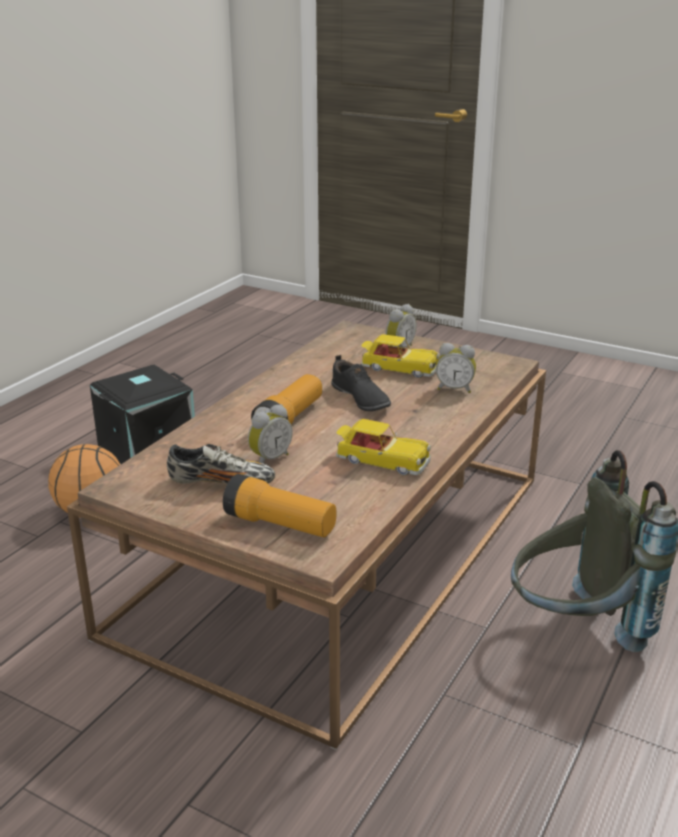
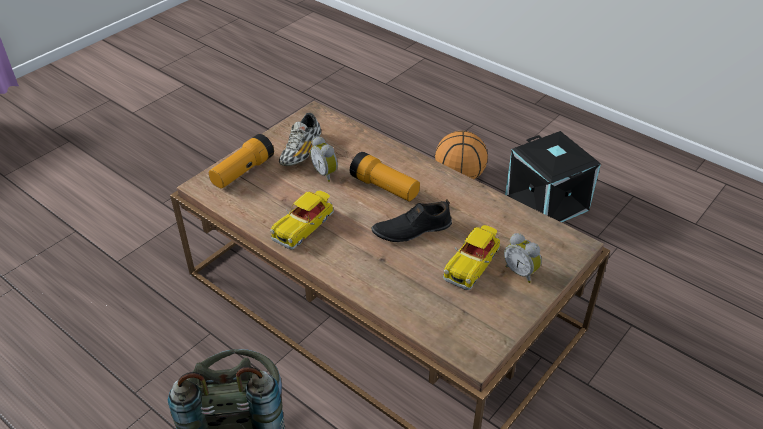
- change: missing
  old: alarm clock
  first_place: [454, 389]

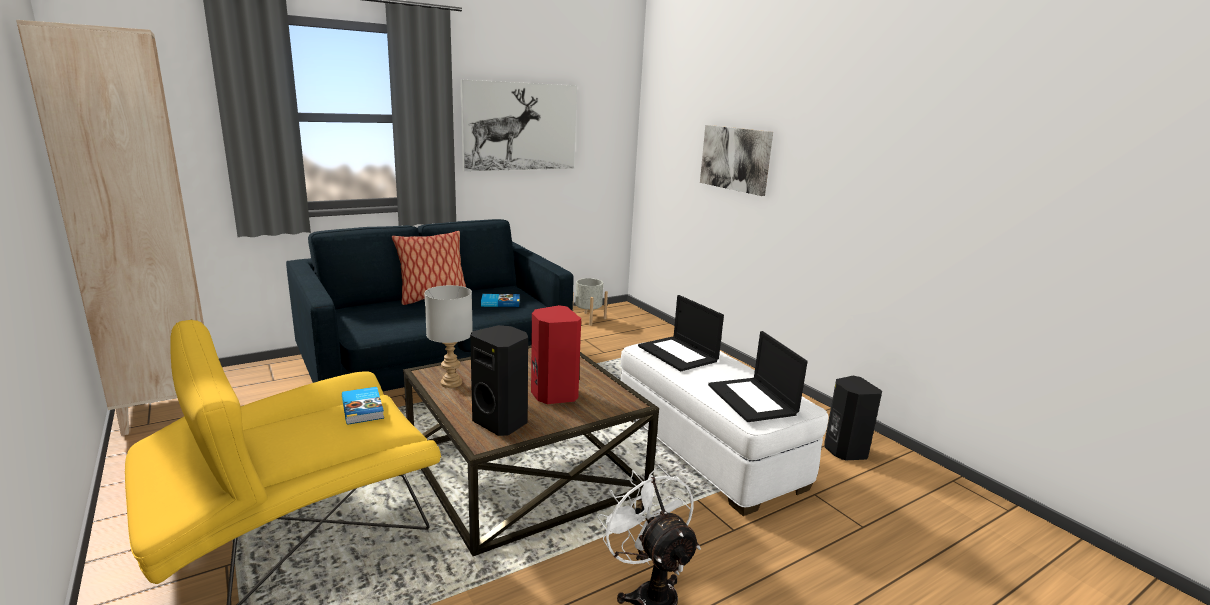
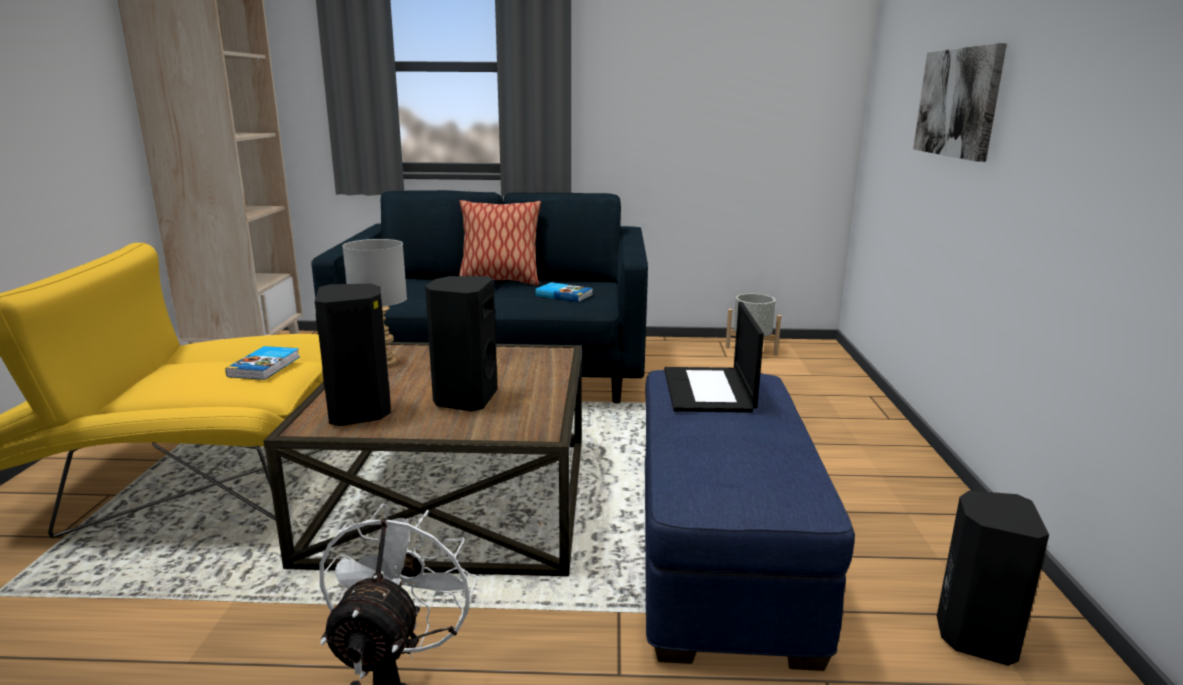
- change: missing
  old: wall art
  first_place: [520, 126]
- change: colour
  old: speaker (red)
  new: speaker (black-coloured)
  first_place: [553, 395]
  second_place: [464, 399]
- change: colour
  old: ottoman (whitish)
  new: ottoman (bluish)
  first_place: [708, 449]
  second_place: [721, 551]
- change: missing
  old: laptop
  first_place: [753, 400]

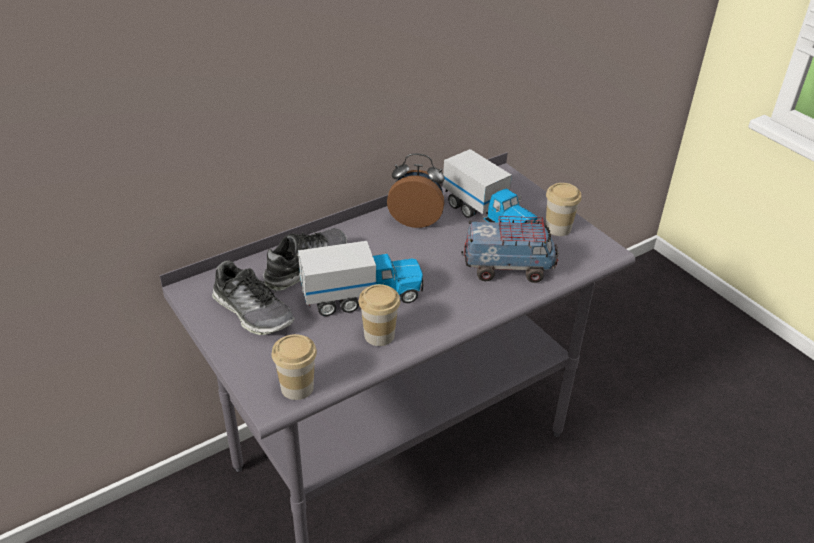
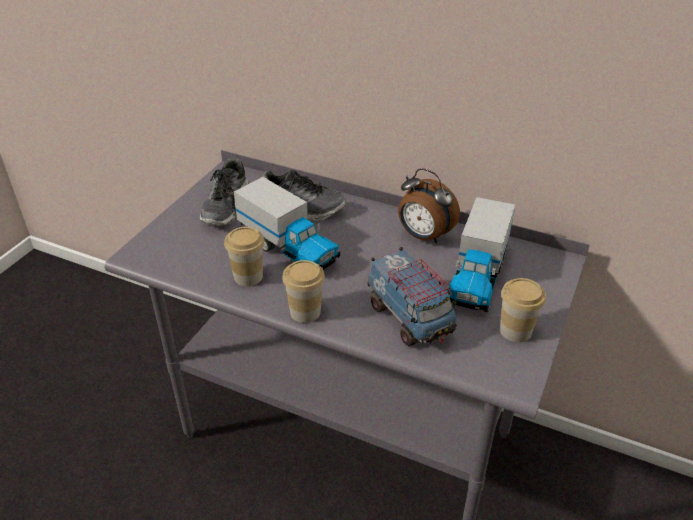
- change: relocated
  old: cup
  first_place: [297, 387]
  second_place: [305, 312]
- change: spun
  old: alarm clock
  first_place: [416, 219]
  second_place: [423, 236]
  degrees: 150

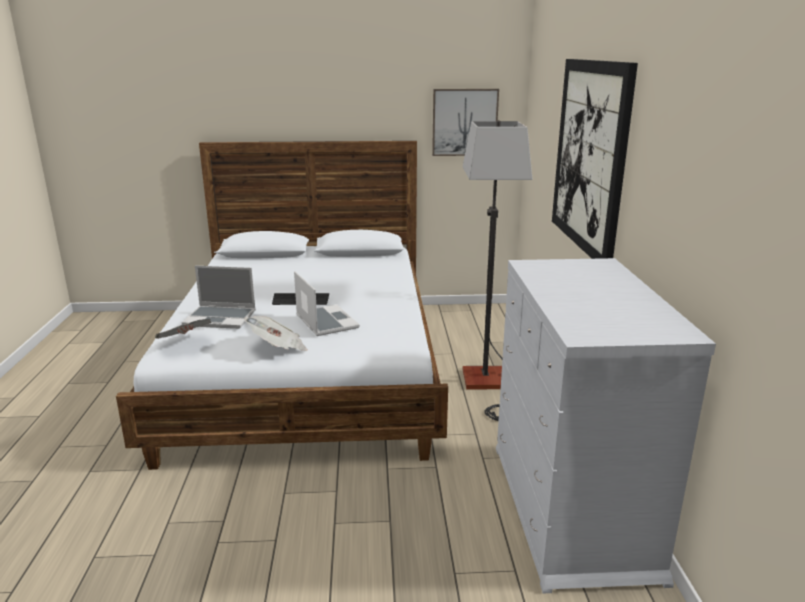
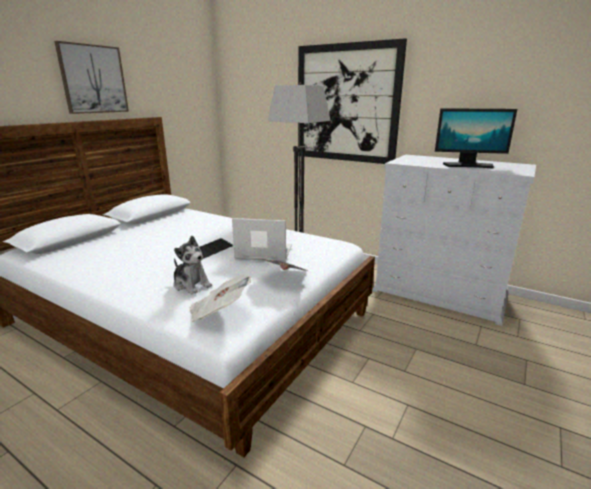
- change: exchanged
  old: laptop
  new: soft toy
  first_place: [221, 318]
  second_place: [191, 284]
- change: relocated
  old: wall art
  first_place: [464, 122]
  second_place: [93, 79]
- change: appeared
  new: computer screen
  second_place: [468, 165]

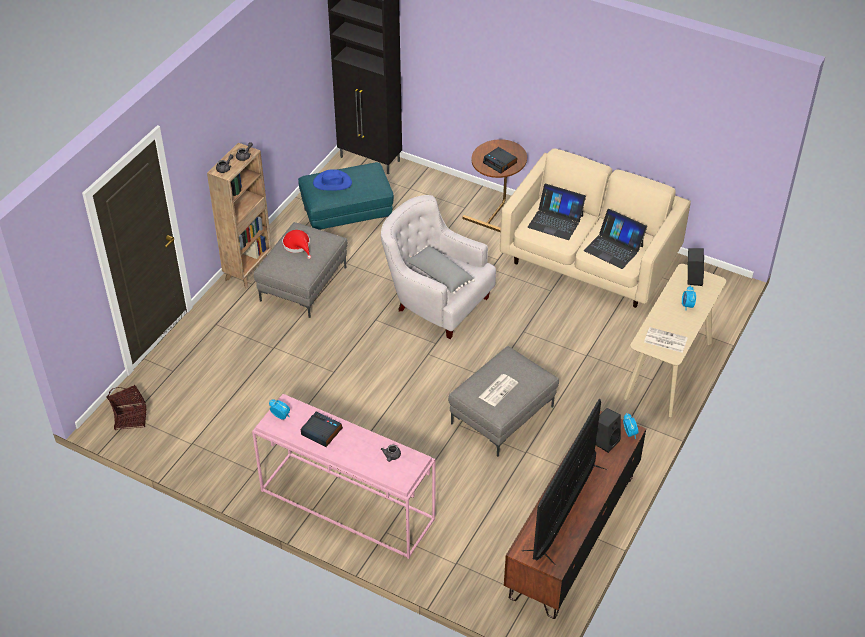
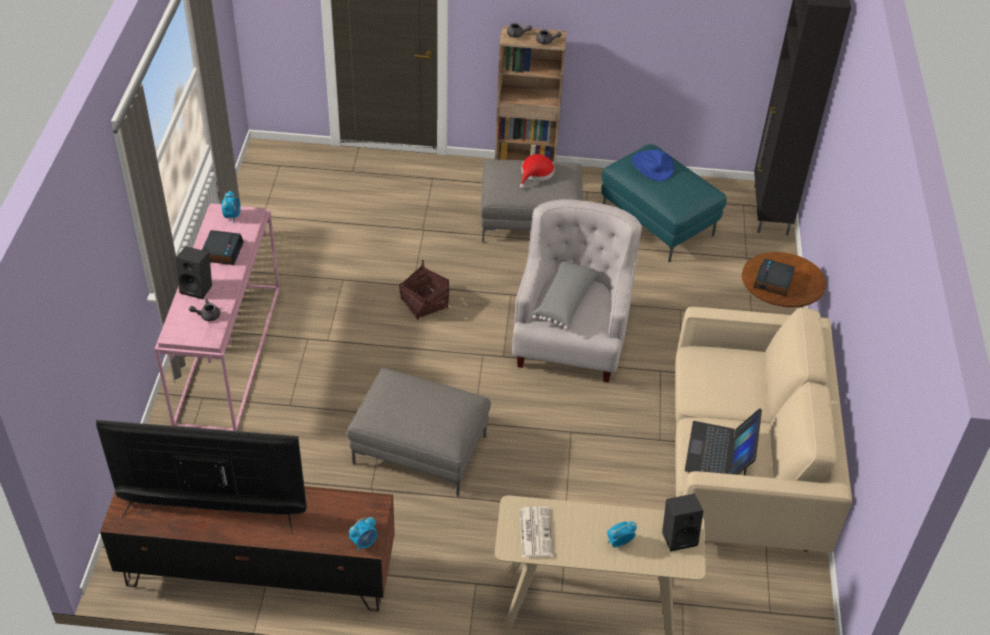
- change: relocated
  old: storage basket
  first_place: [130, 417]
  second_place: [424, 303]
- change: missing
  old: printed paper
  first_place: [498, 390]
- change: missing
  old: laptop
  first_place: [555, 221]
- change: relocated
  old: speaker (black-coloured)
  first_place: [605, 441]
  second_place: [198, 288]

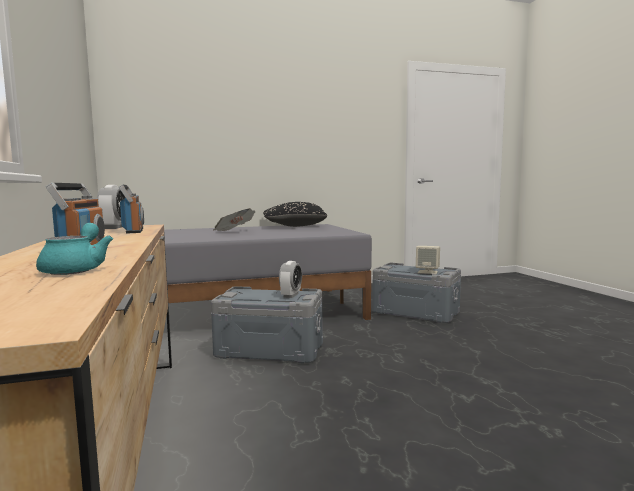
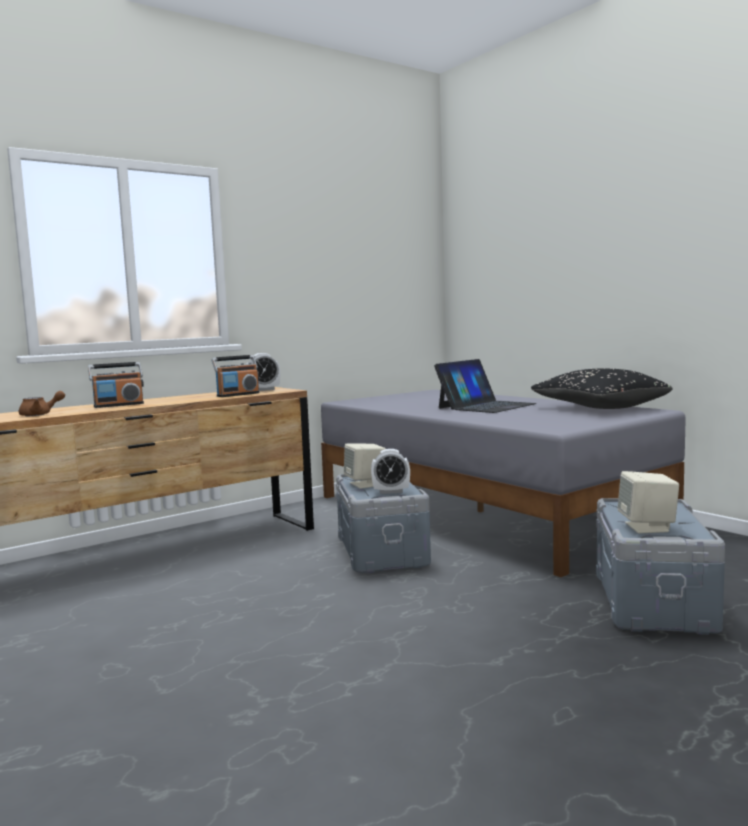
- change: colour
  old: tea pot (blue-green)
  new: tea pot (brown)
  first_place: [77, 269]
  second_place: [40, 414]
- change: exchanged
  old: printed paper
  new: laptop
  first_place: [234, 232]
  second_place: [486, 406]
- change: appeared
  new: speaker (beige-coloured)
  second_place: [366, 484]

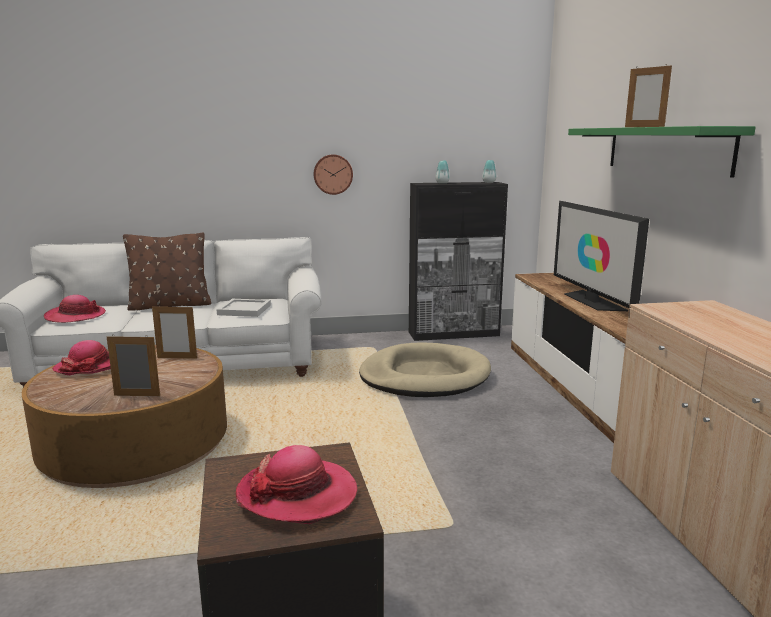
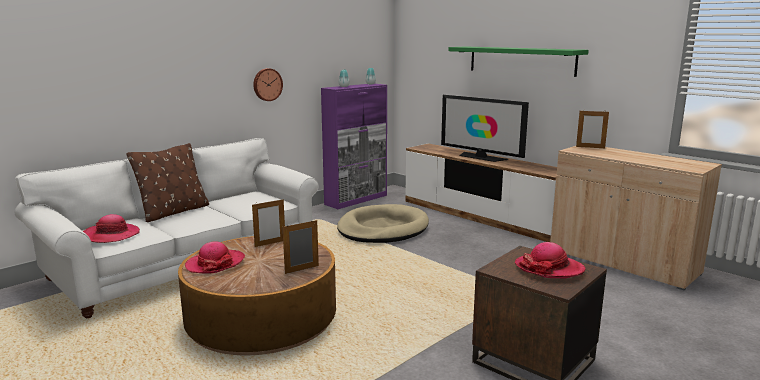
- change: missing
  old: serving tray (whitish)
  first_place: [245, 310]
- change: colour
  old: storage cabinet (black-coloured)
  new: storage cabinet (purplish)
  first_place: [454, 334]
  second_place: [356, 200]
- change: relocated
  old: standing frame
  first_place: [644, 127]
  second_place: [590, 147]

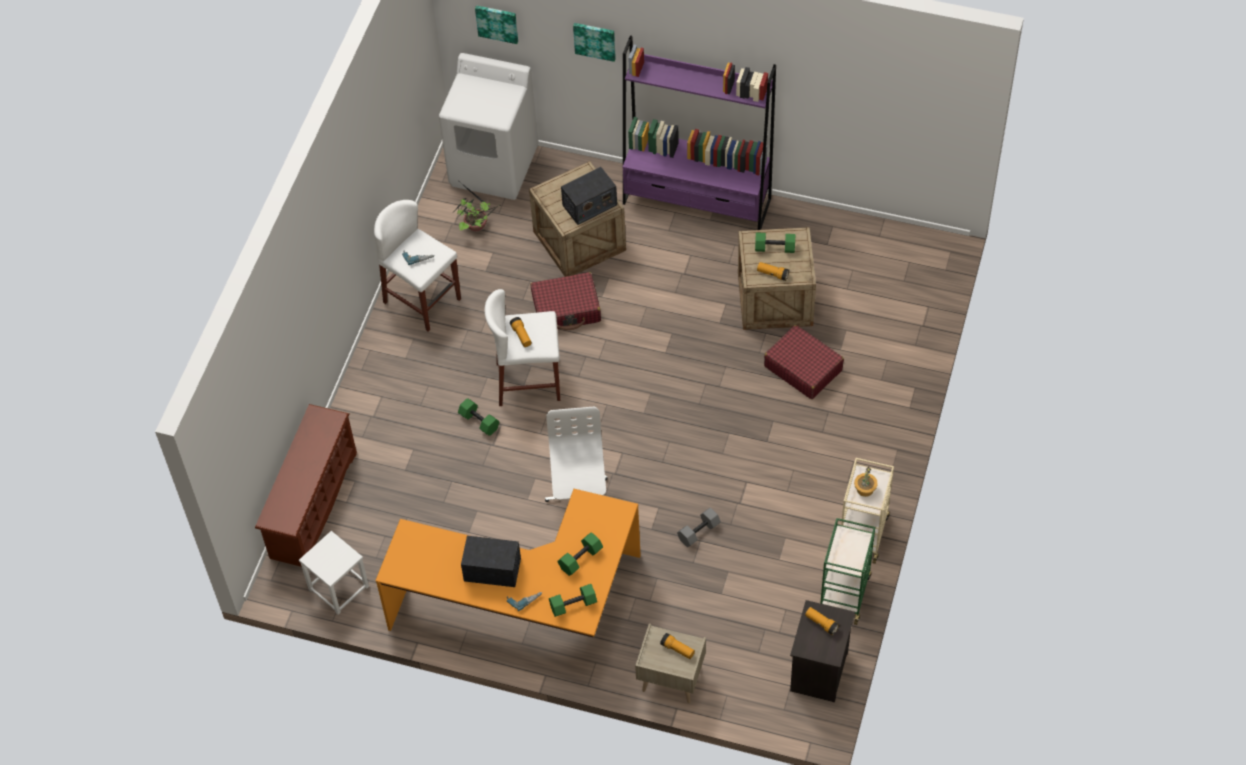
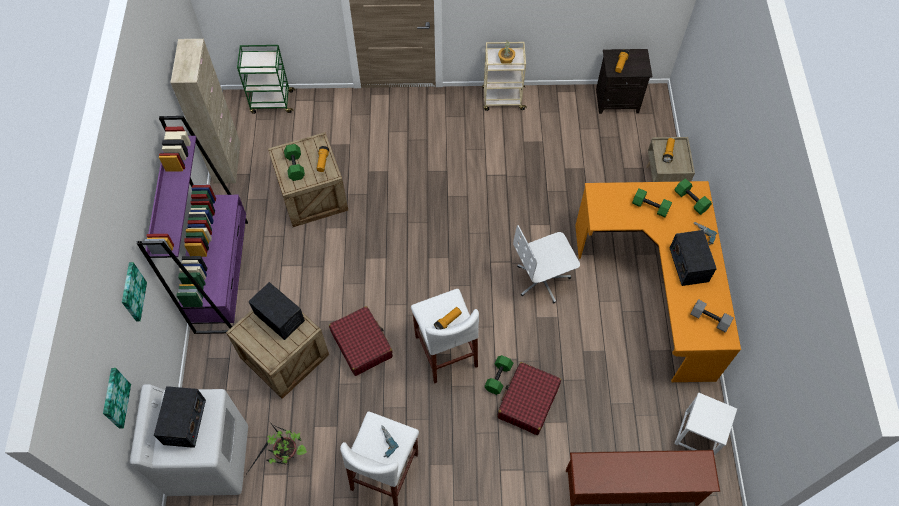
- change: relocated
  old: dumbbell (gray)
  first_place: [698, 531]
  second_place: [708, 319]
- change: relocated
  old: suitcase (red)
  first_place: [803, 368]
  second_place: [528, 402]
- change: relocated
  old: wheeled cart (greenish)
  first_place: [844, 593]
  second_place: [271, 102]
- change: appeared
  new: radio
  second_place: [184, 422]
- change: appeared
  new: storage cabinet (beige-coloured)
  second_place: [227, 163]

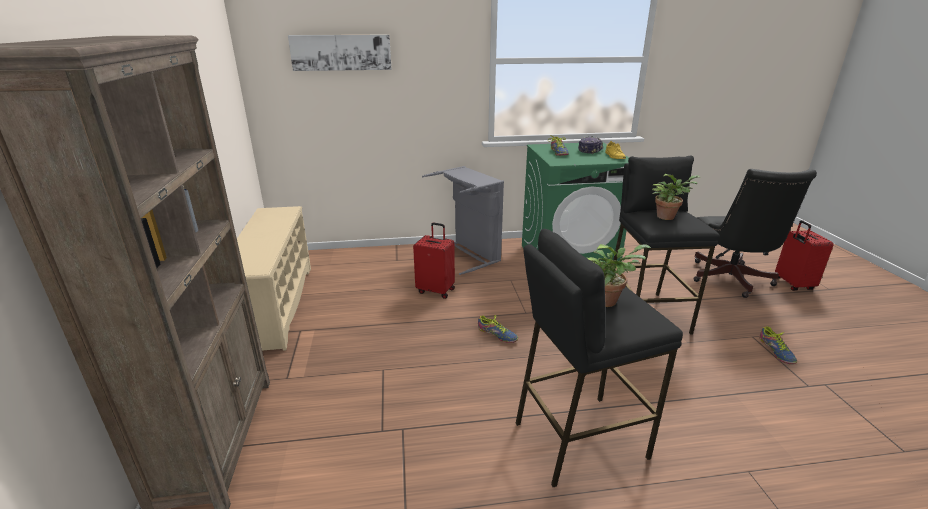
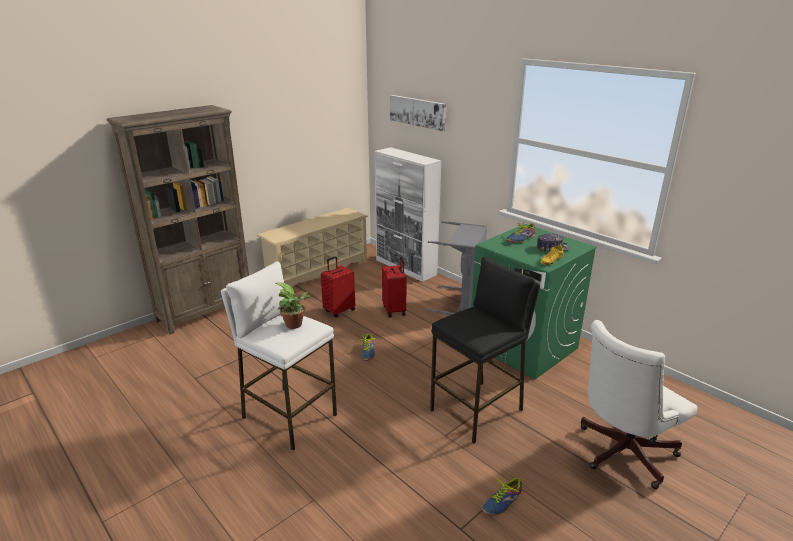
- change: colour
  old: stool seat (black-coloured)
  new: stool seat (whitish)
  first_place: [578, 438]
  second_place: [289, 416]
- change: missing
  old: houseplant
  first_place: [667, 216]
- change: colour
  old: computer chair (black-coloured)
  new: computer chair (whitish)
  first_place: [731, 280]
  second_place: [620, 453]
- change: relocated
  old: suitcase (red)
  first_place: [792, 284]
  second_place: [339, 310]
- change: appeared
  new: storage cabinet (whitish)
  second_place: [406, 267]

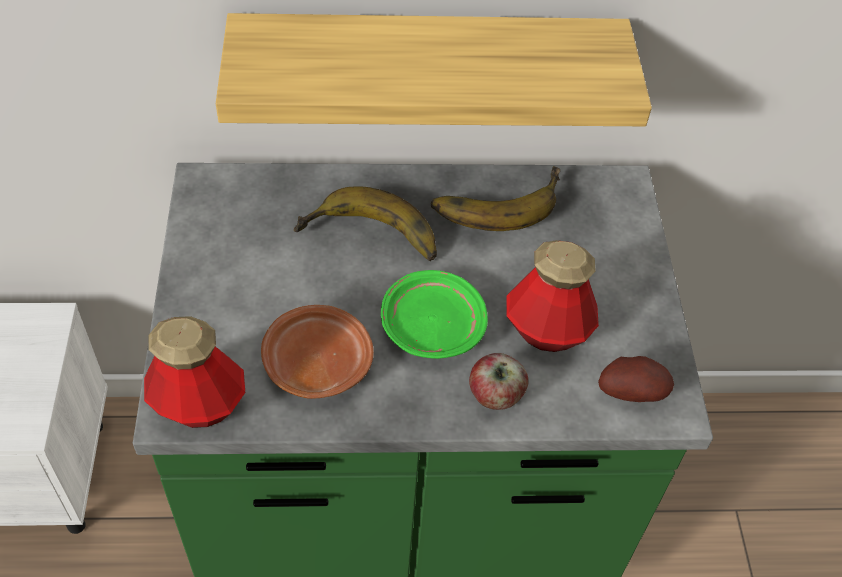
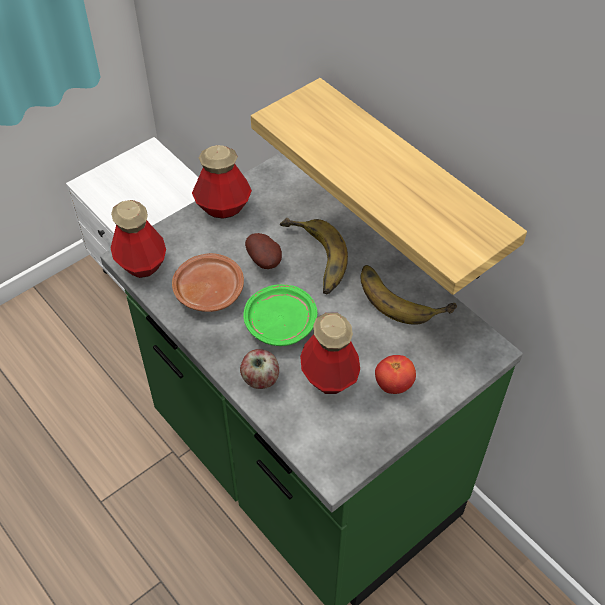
- change: relocated
  old: spud
  first_place: [631, 391]
  second_place: [265, 261]
- change: appeared
  new: drink bottle
  second_place: [223, 207]
- change: appeared
  new: tomato
  second_place: [393, 384]

